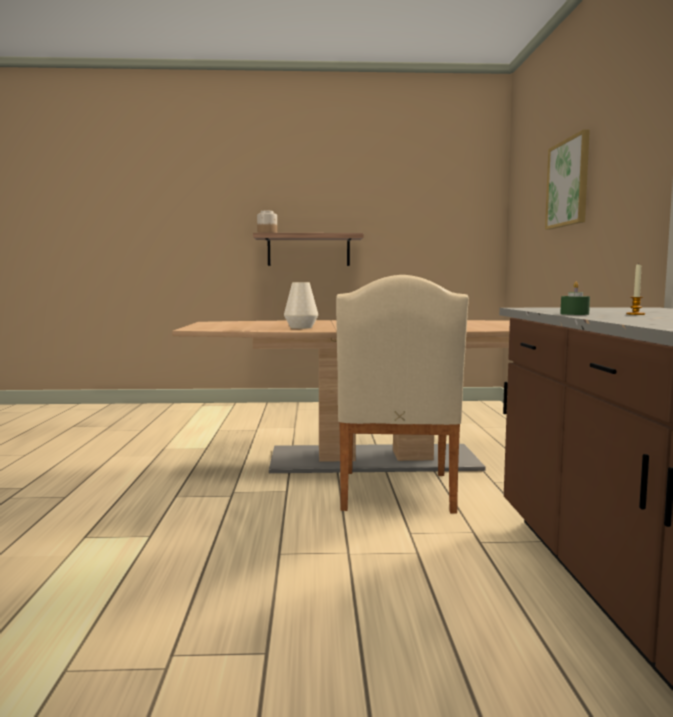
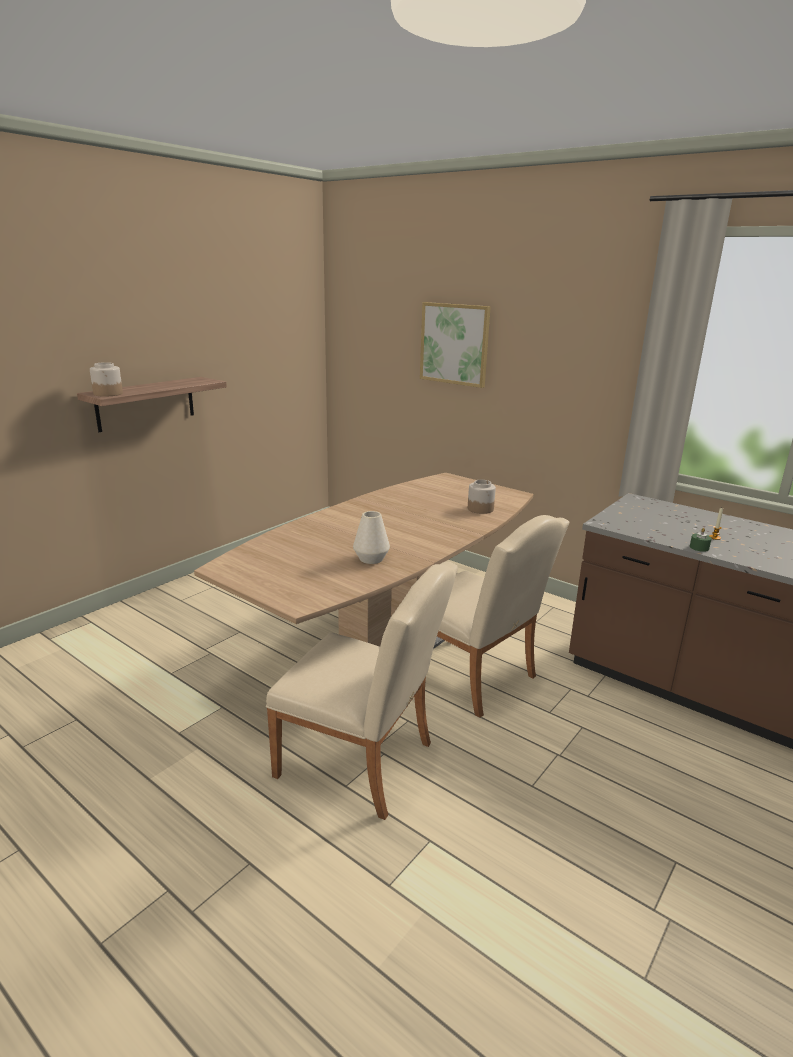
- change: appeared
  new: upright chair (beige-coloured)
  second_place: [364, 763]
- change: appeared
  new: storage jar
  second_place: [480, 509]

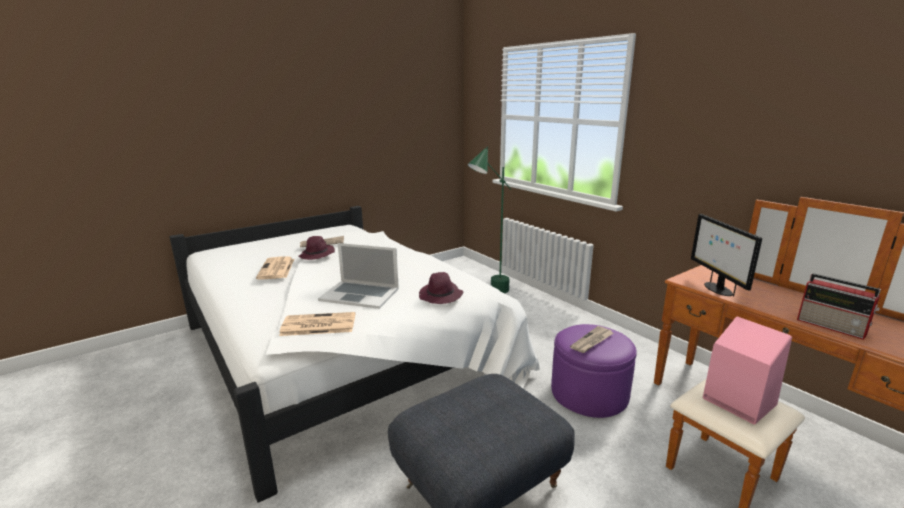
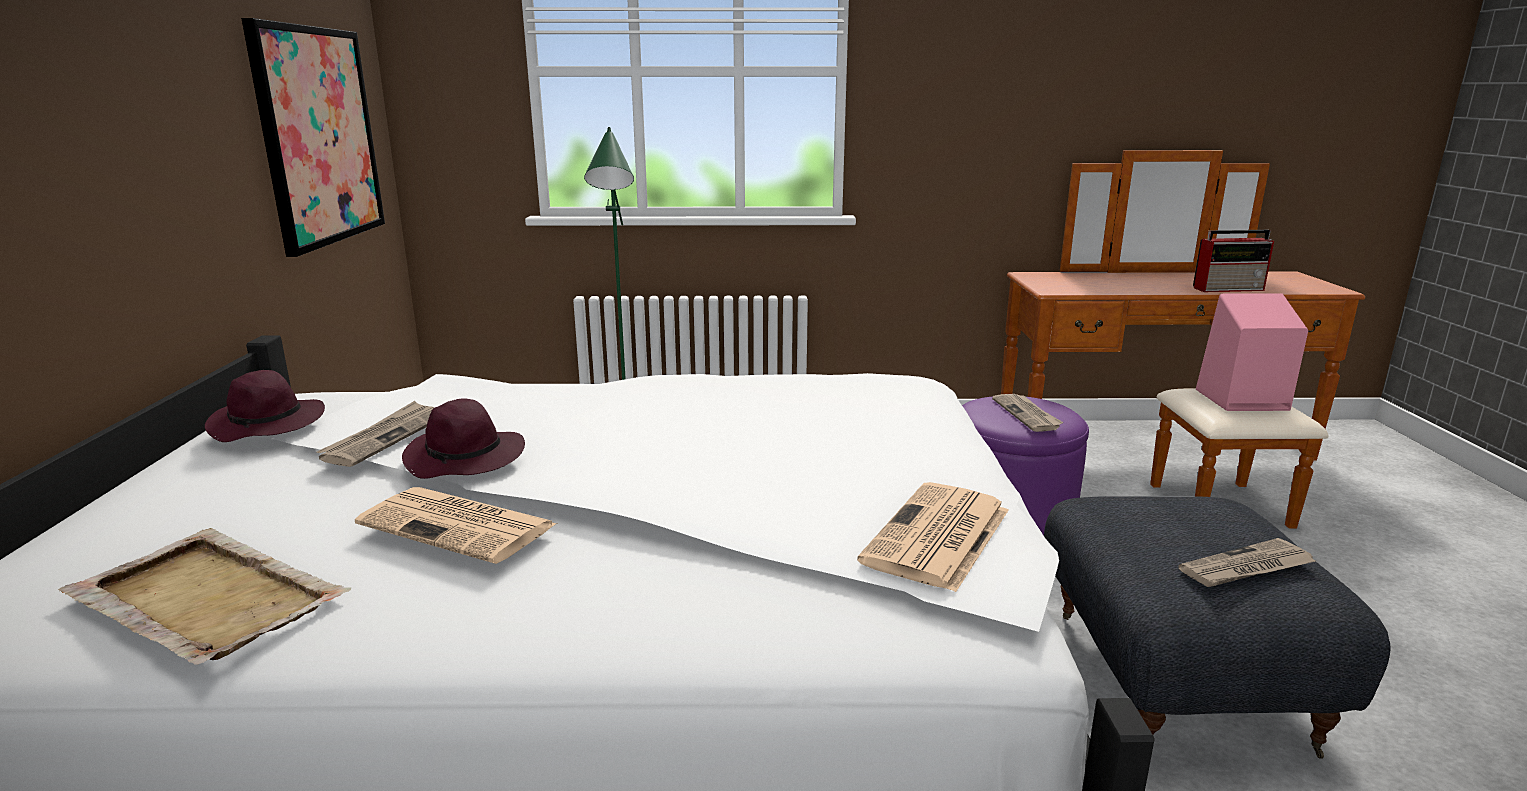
- change: missing
  old: laptop
  first_place: [360, 294]
- change: relocated
  old: hat (purplish)
  first_place: [441, 296]
  second_place: [268, 425]
- change: missing
  old: computer screen
  first_place: [717, 289]
- change: appeared
  new: serving tray (beige-coloured)
  second_place: [207, 599]
- change: appeared
  new: wall art
  second_place: [319, 136]
- change: appeared
  new: printed paper
  second_place: [1246, 568]

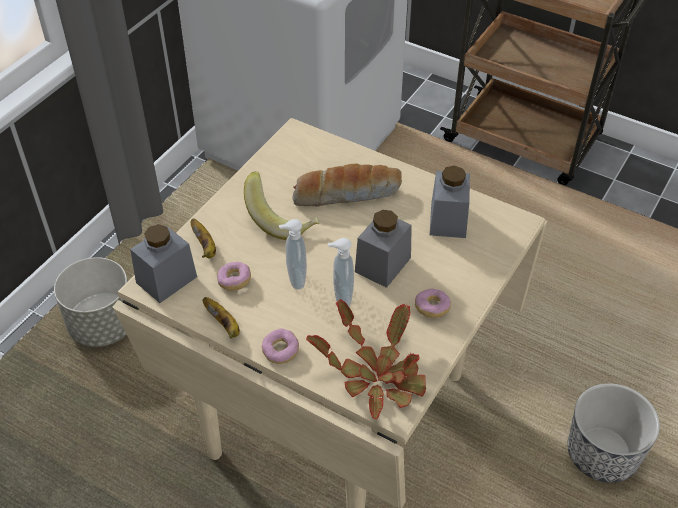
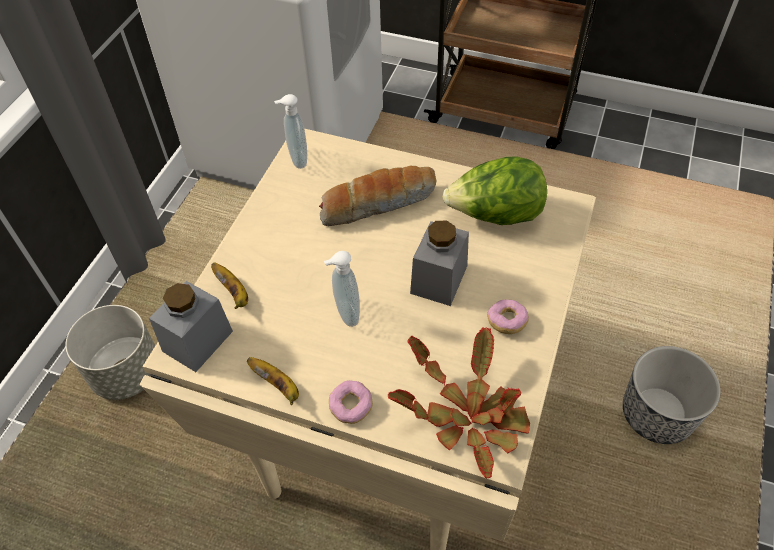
- change: missing
  old: donut
  first_place: [234, 281]
- change: missing
  old: whole banana
  first_place: [282, 220]
- change: relocated
  old: soap dispenser
  first_place: [341, 297]
  second_place: [296, 160]
- change: exchanged
  old: storage jar (gray)
  new: lettuce head
  first_place: [448, 220]
  second_place: [495, 215]

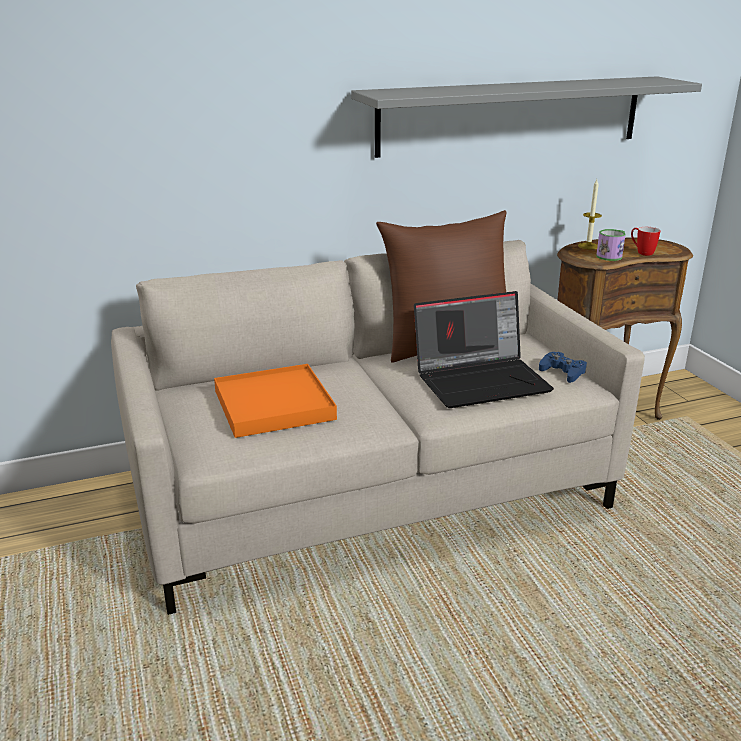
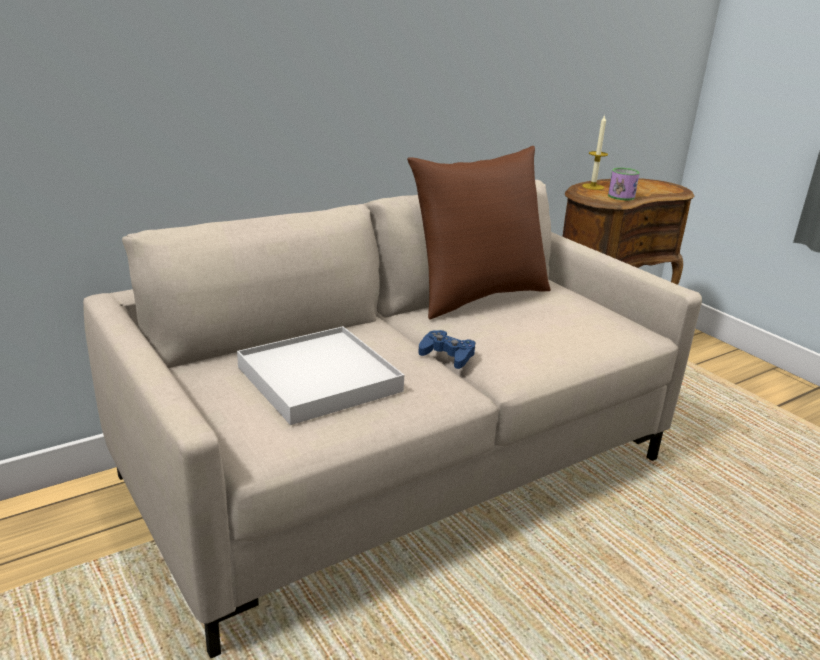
- change: colour
  old: serving tray (orange-coloured)
  new: serving tray (whitish)
  first_place: [274, 405]
  second_place: [319, 379]
- change: missing
  old: bracket shelf (gray)
  first_place: [511, 115]
- change: missing
  old: laptop
  first_place: [482, 380]
- change: relocated
  old: joypad (bluish)
  first_place: [562, 372]
  second_place: [447, 355]
- change: missing
  old: tea mug
  first_place: [641, 252]

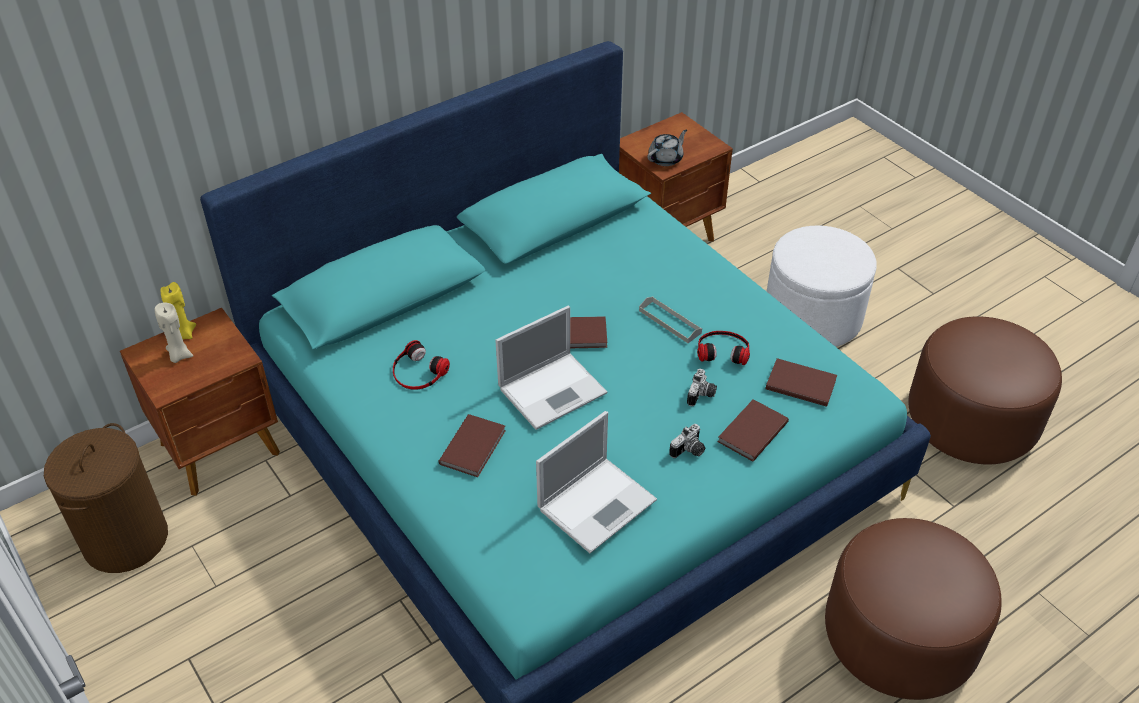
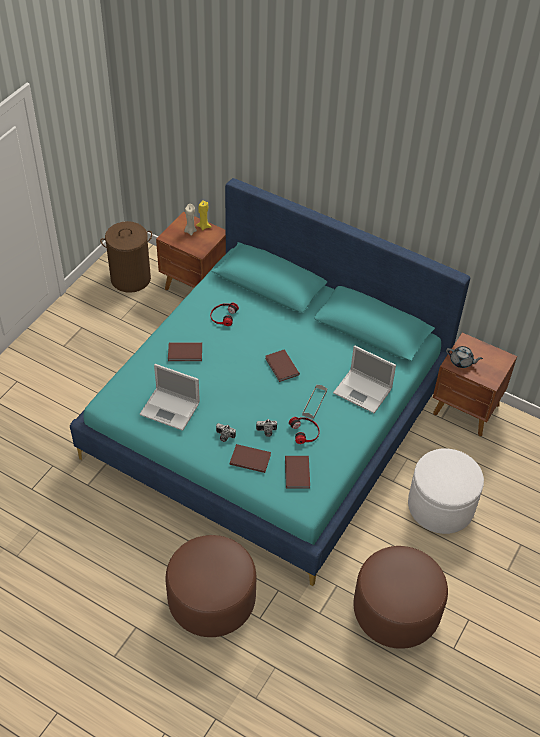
- change: relocated
  old: laptop
  first_place: [554, 389]
  second_place: [363, 391]

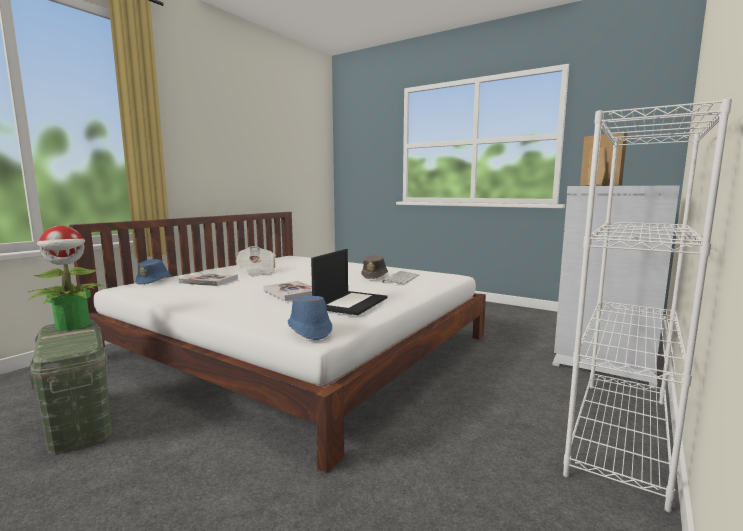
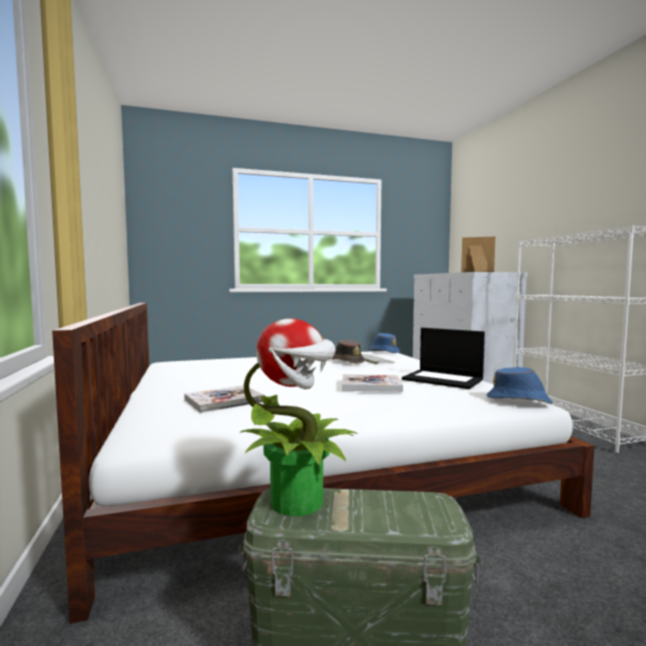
- change: relocated
  old: hat (bluish)
  first_place: [154, 281]
  second_place: [384, 352]
- change: missing
  old: printed paper
  first_place: [257, 272]
- change: spun
  old: laptop
  first_place: [351, 303]
  second_place: [443, 379]
  degrees: 150

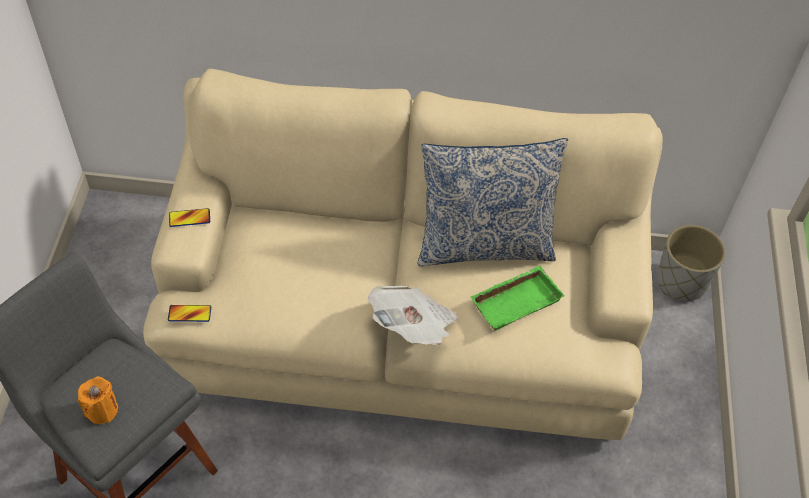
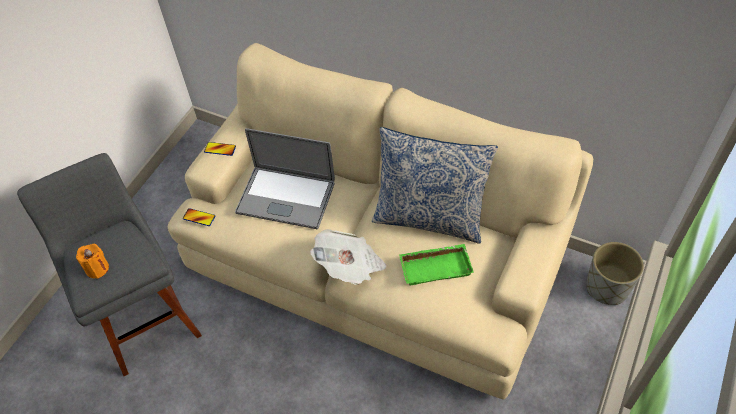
- change: appeared
  new: laptop
  second_place: [286, 197]

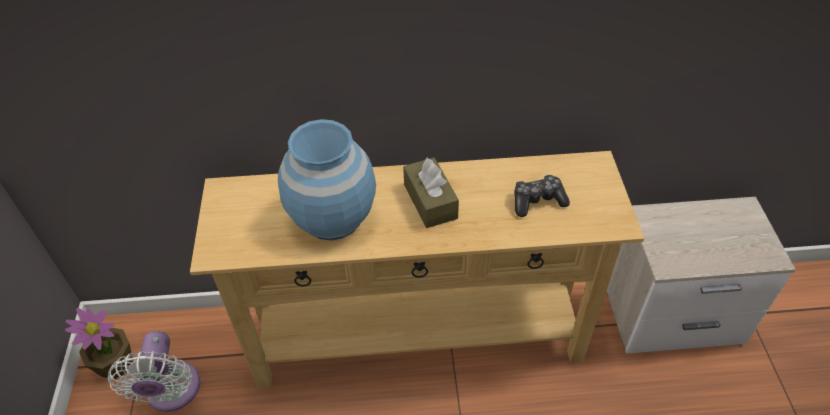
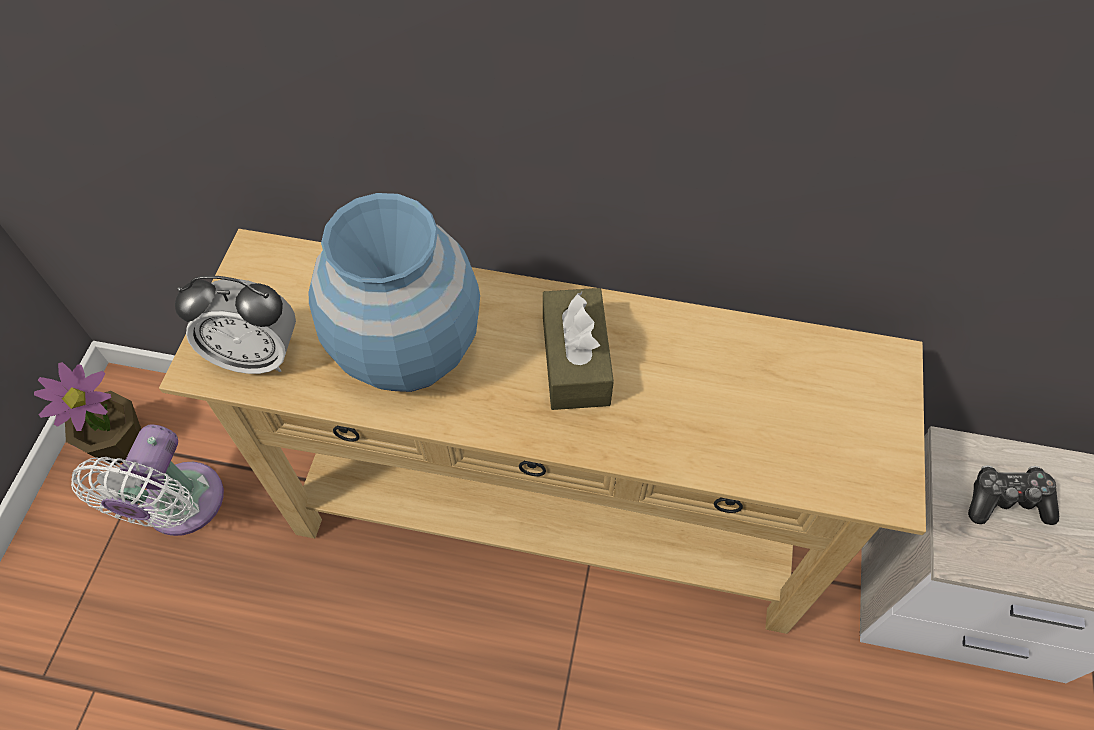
- change: relocated
  old: joypad
  first_place: [537, 201]
  second_place: [1006, 500]
- change: appeared
  new: alarm clock
  second_place: [257, 356]

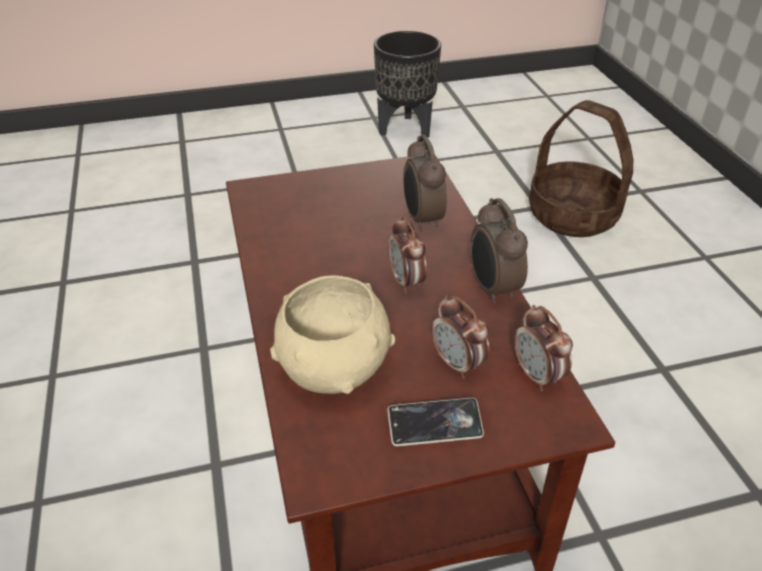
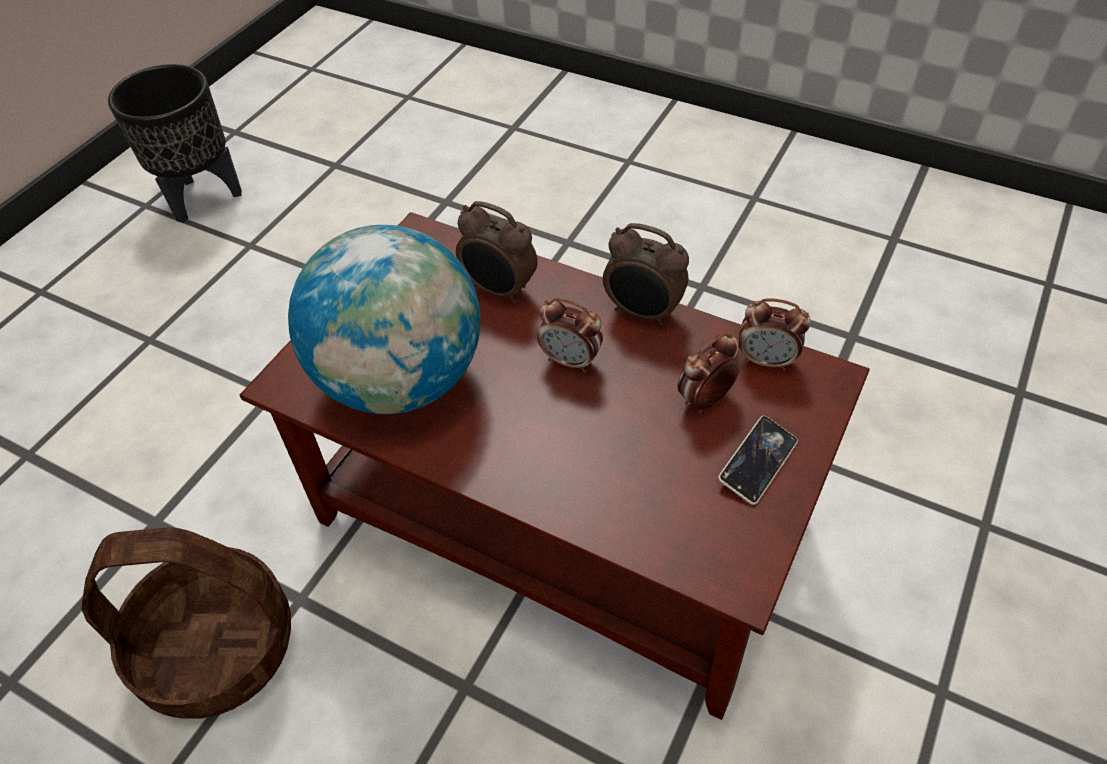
- change: missing
  old: bowl (beige-coloured)
  first_place: [336, 368]
- change: spun
  old: alarm clock
  first_place: [457, 364]
  second_place: [705, 399]
  degrees: 135
- change: relocated
  old: storage basket
  first_place: [573, 215]
  second_place: [219, 645]
- change: appeared
  new: desk globe
  second_place: [401, 380]

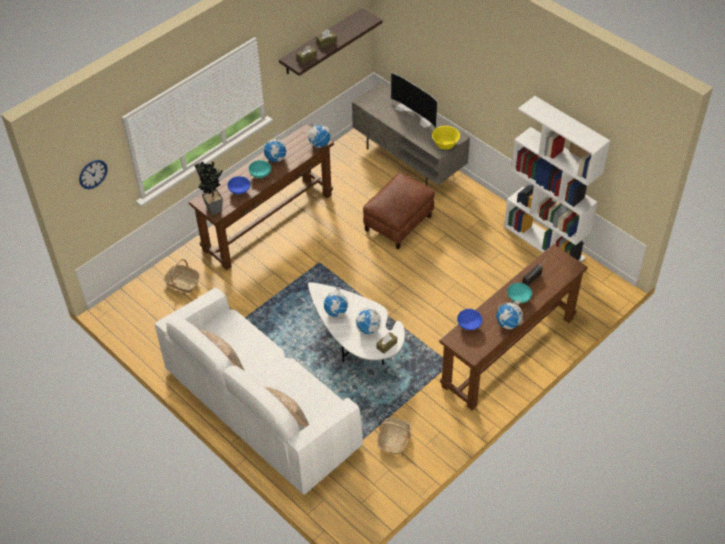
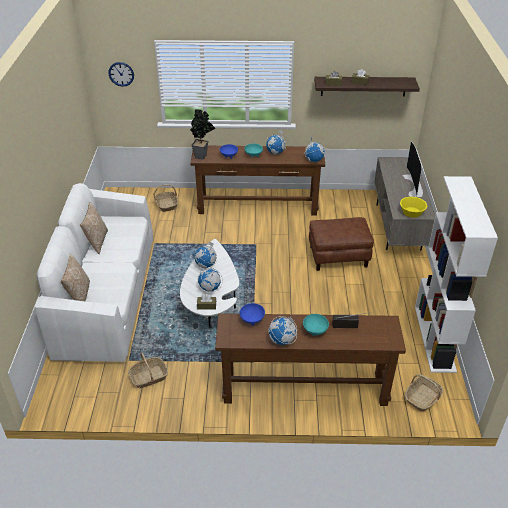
- change: appeared
  new: storage basket
  second_place: [422, 398]

